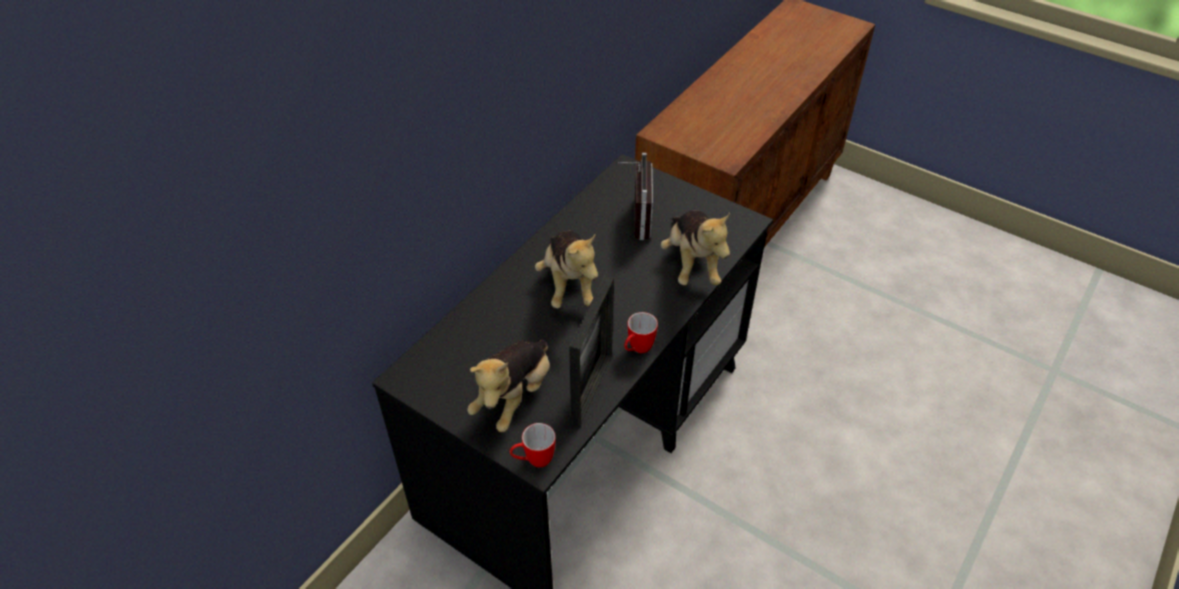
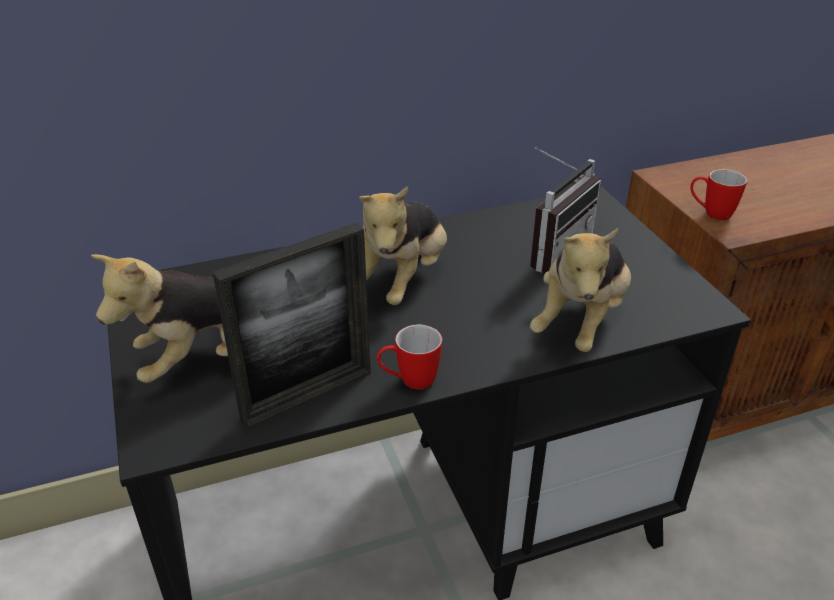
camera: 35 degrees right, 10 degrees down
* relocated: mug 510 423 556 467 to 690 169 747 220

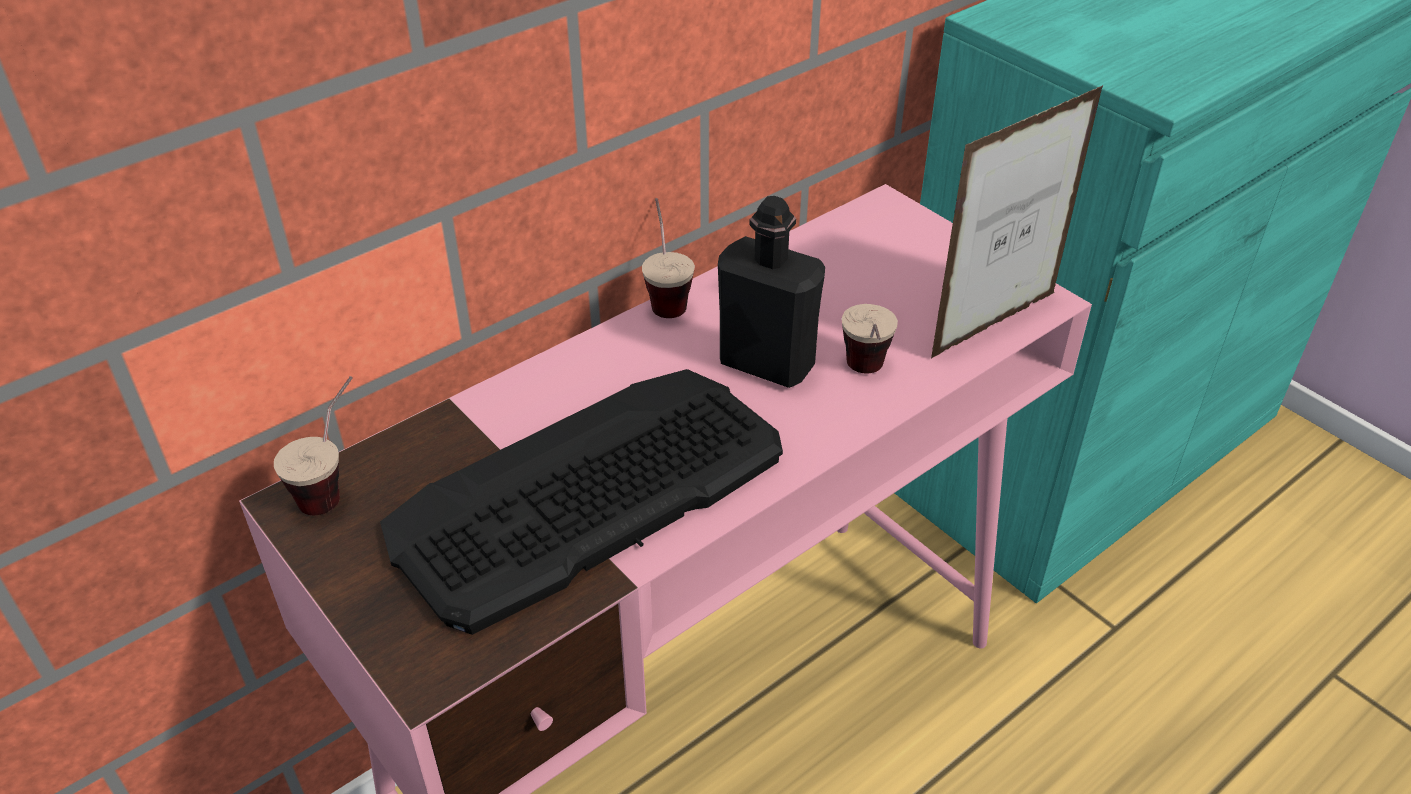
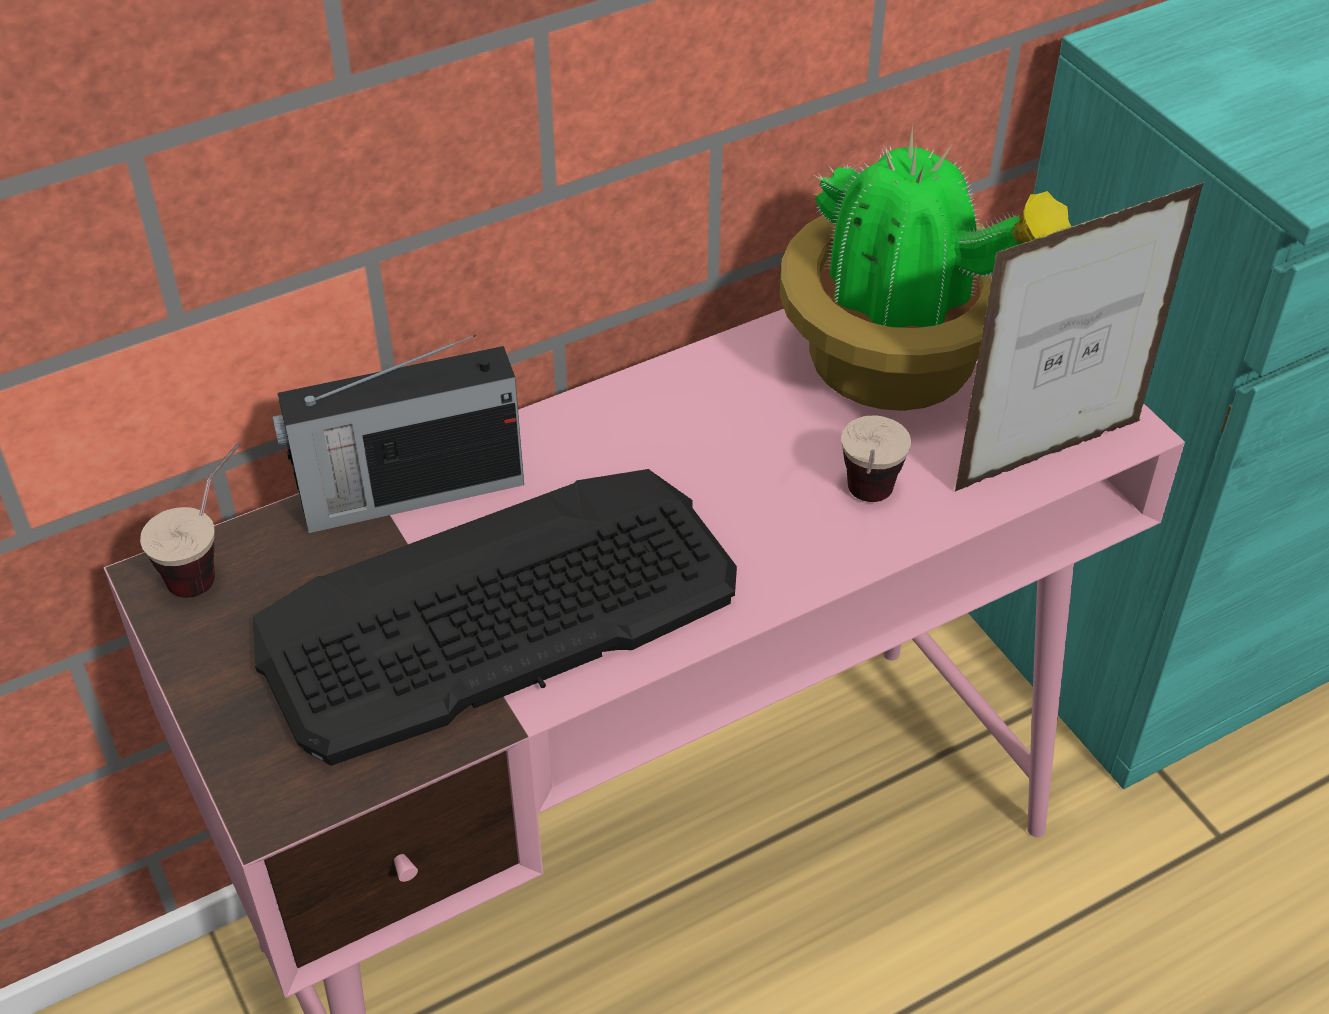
camera: 10 degrees right, 5 degrees up
* missing: small cup 642 198 695 318
* missing: black-coloured beverage bottle 718 196 825 388
* appeared: radio 272 334 524 533
* appeared: plant in a pot 780 125 1071 411

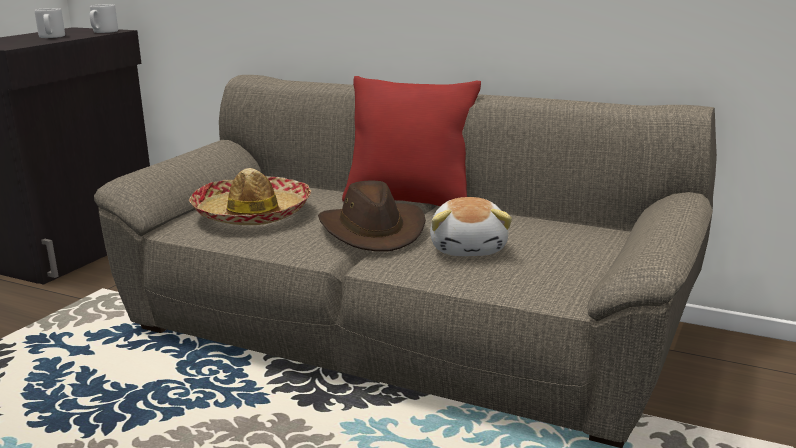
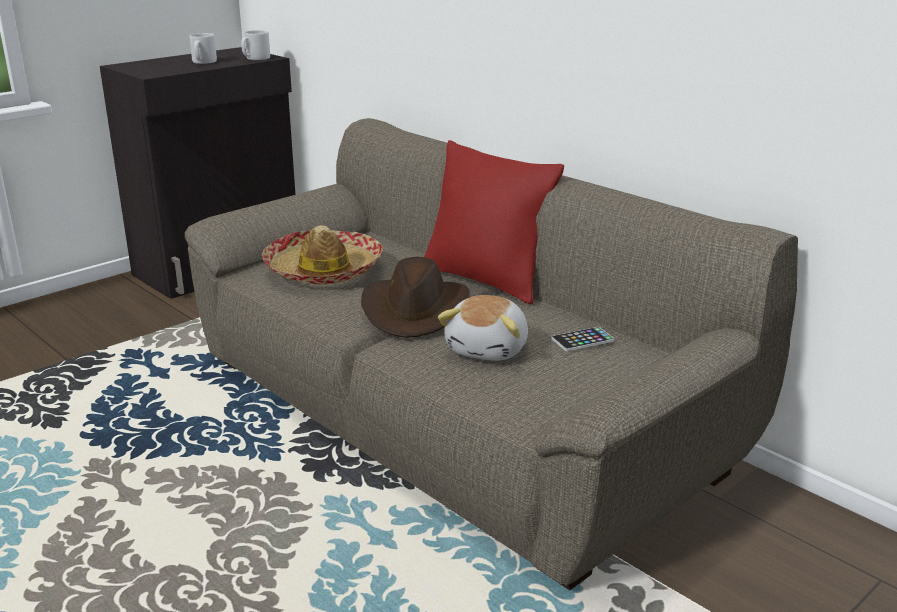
camera: 20 degrees right, 5 degrees up
* appeared: handset 551 327 614 351

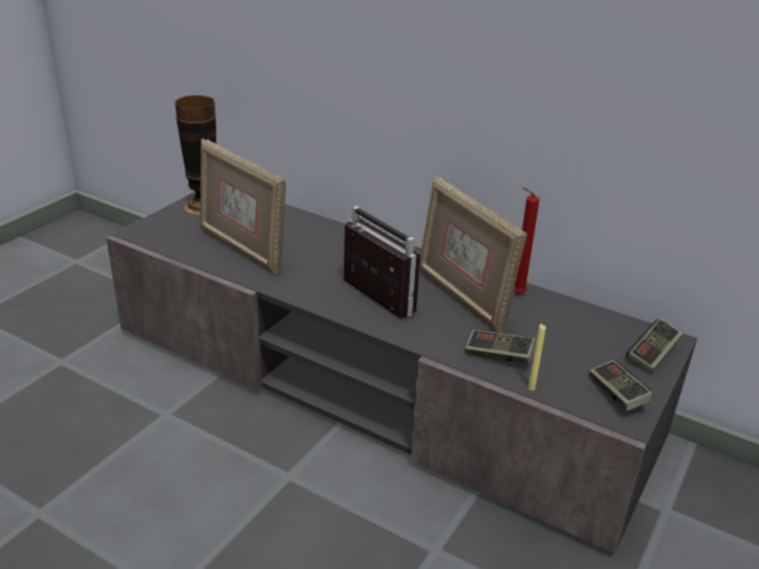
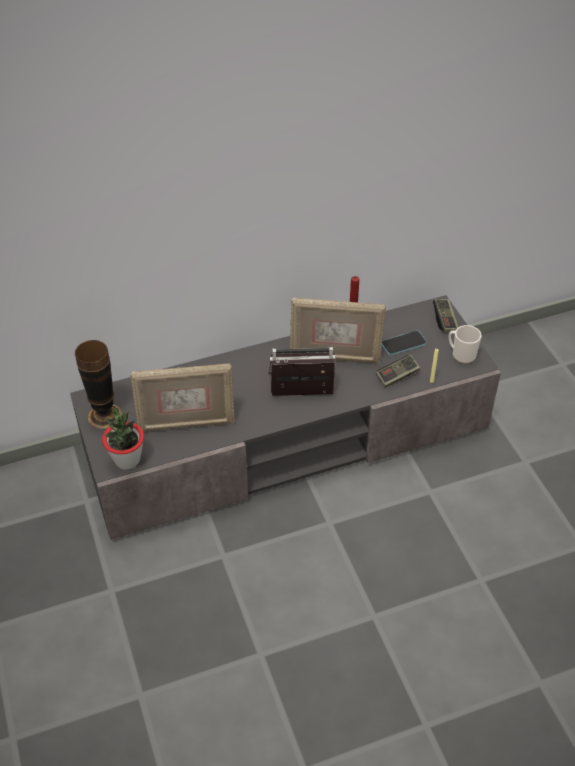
camera: 50 degrees left, 15 degrees up
* appeared: plant in a pot 102 408 144 470
* appeared: handset 382 331 427 355
* exchanged: joypad 589 360 653 411 to mug 449 325 482 364

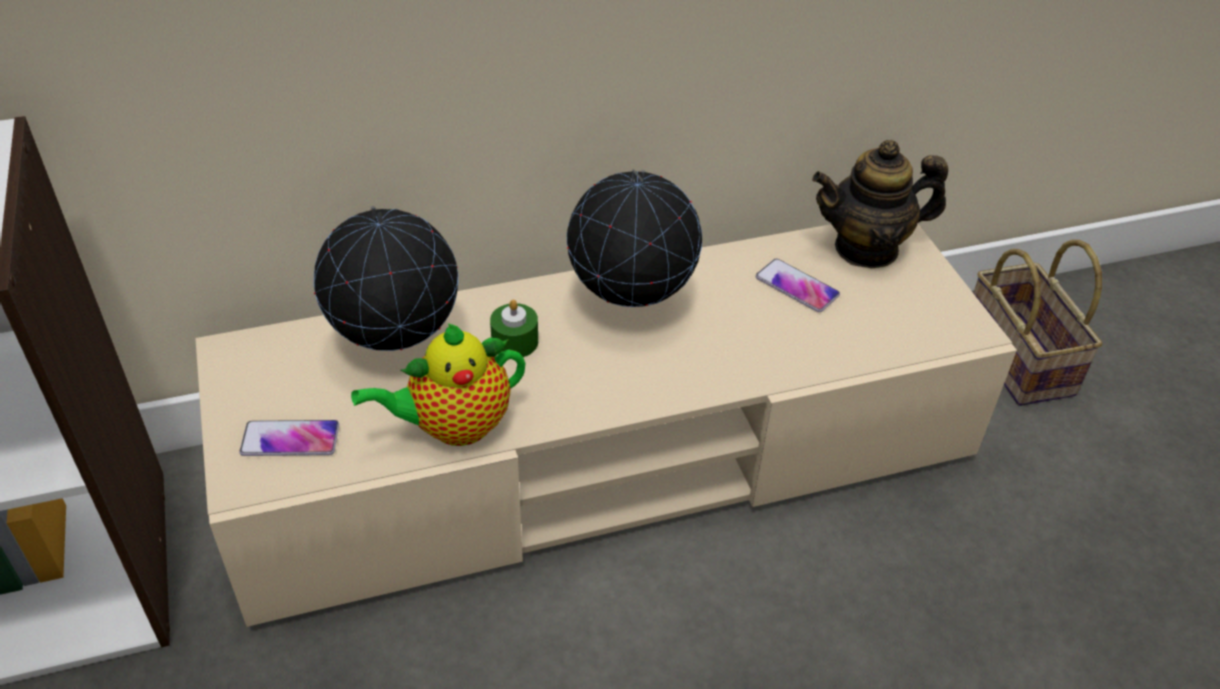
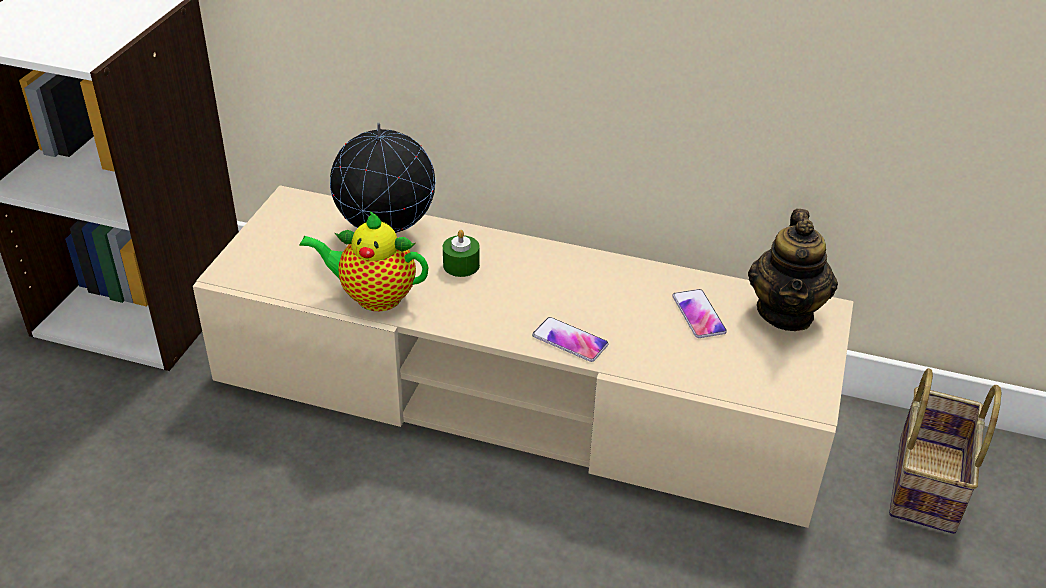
camera: 35 degrees right, 5 degrees down
* missing: desk globe 567 169 702 307
* relocated: handset 239 420 339 456 to 532 317 608 362
* spun: tea pot 812 140 948 268 = 748 209 838 331 105 degrees counterclockwise

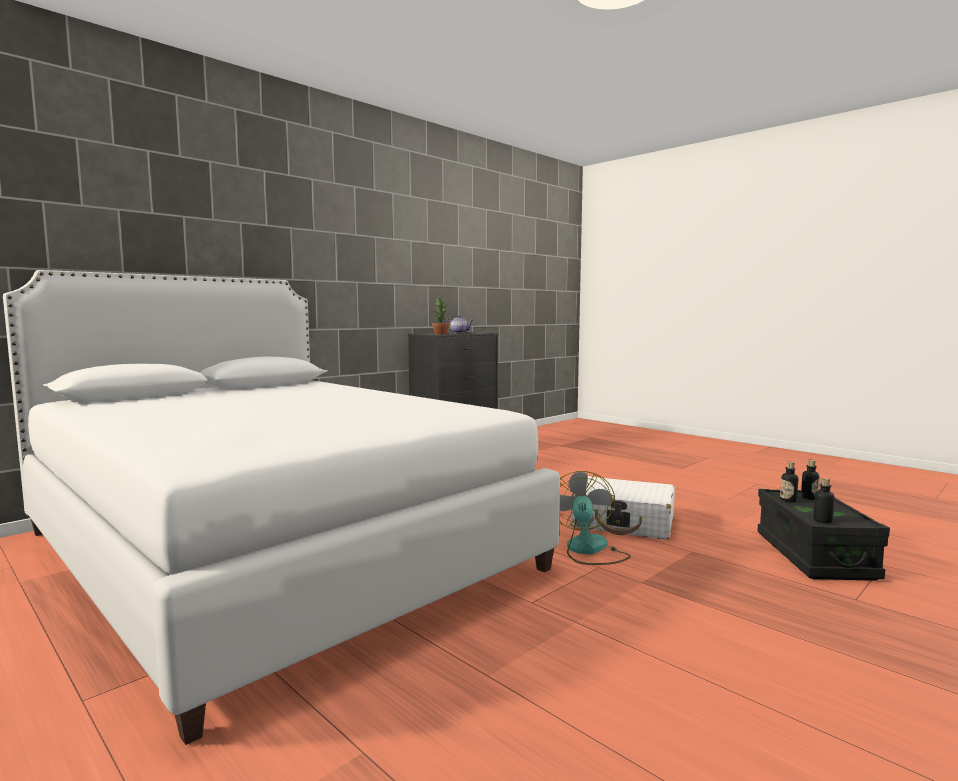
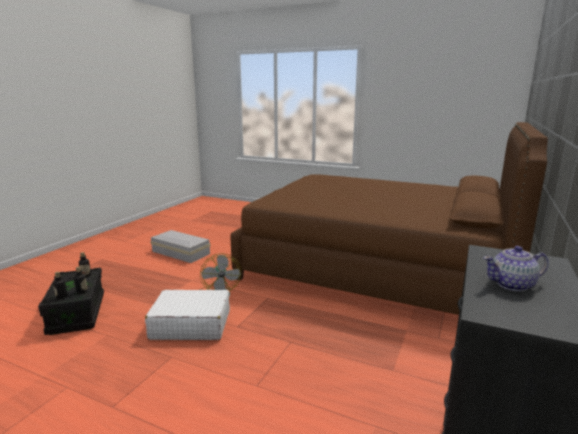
camera: 160 degrees right, 10 degrees up
* missing: plant in a pot 432 297 450 334
* appeared: white storage bin 150 230 210 263
* colour: white bed 3 270 560 745 to brownish bed 230 122 548 315

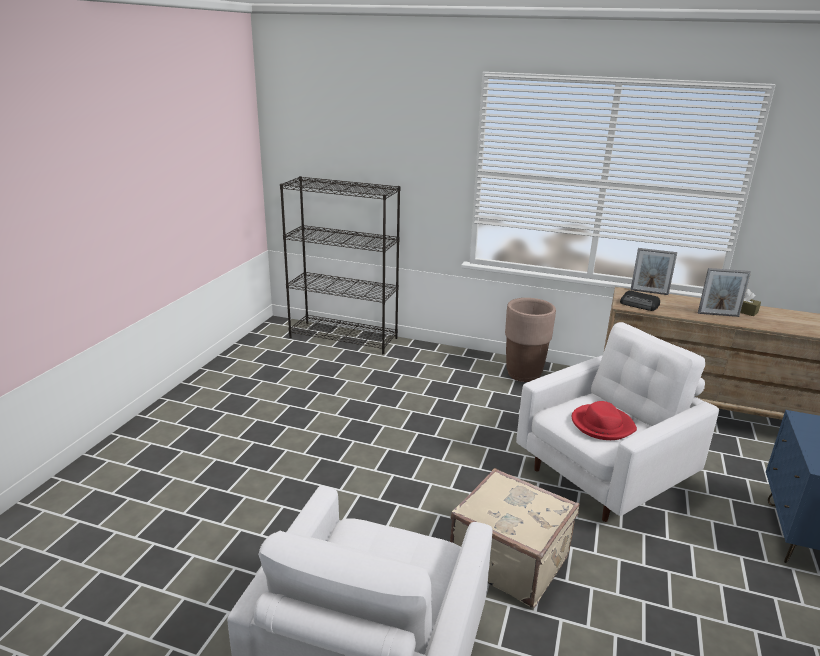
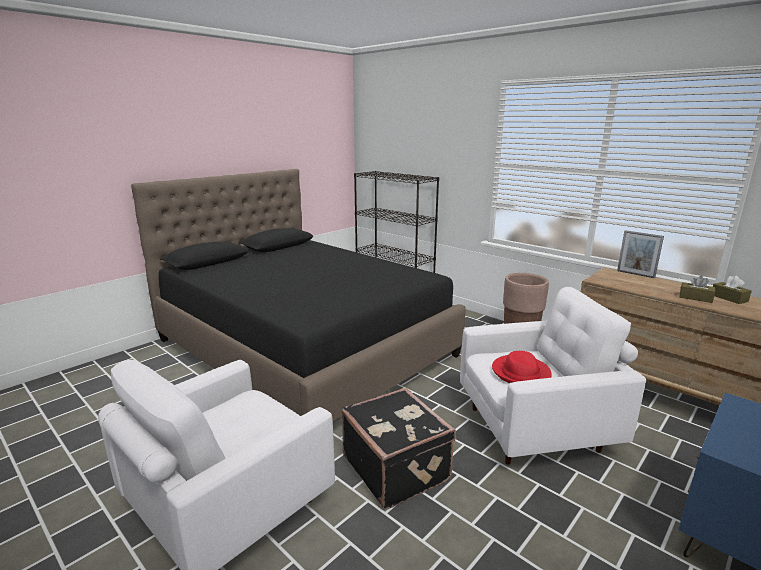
camera: 25 degrees right, 5 degrees down
* missing: radio 620 291 660 311
* appeared: black-coloured bed 131 169 466 423
* exchanged: picture frame 698 268 751 317 to brownish tissue holder 679 276 716 303
* colour: sand-coloured suitcase 450 468 579 608 to black-coloured suitcase 342 388 456 509

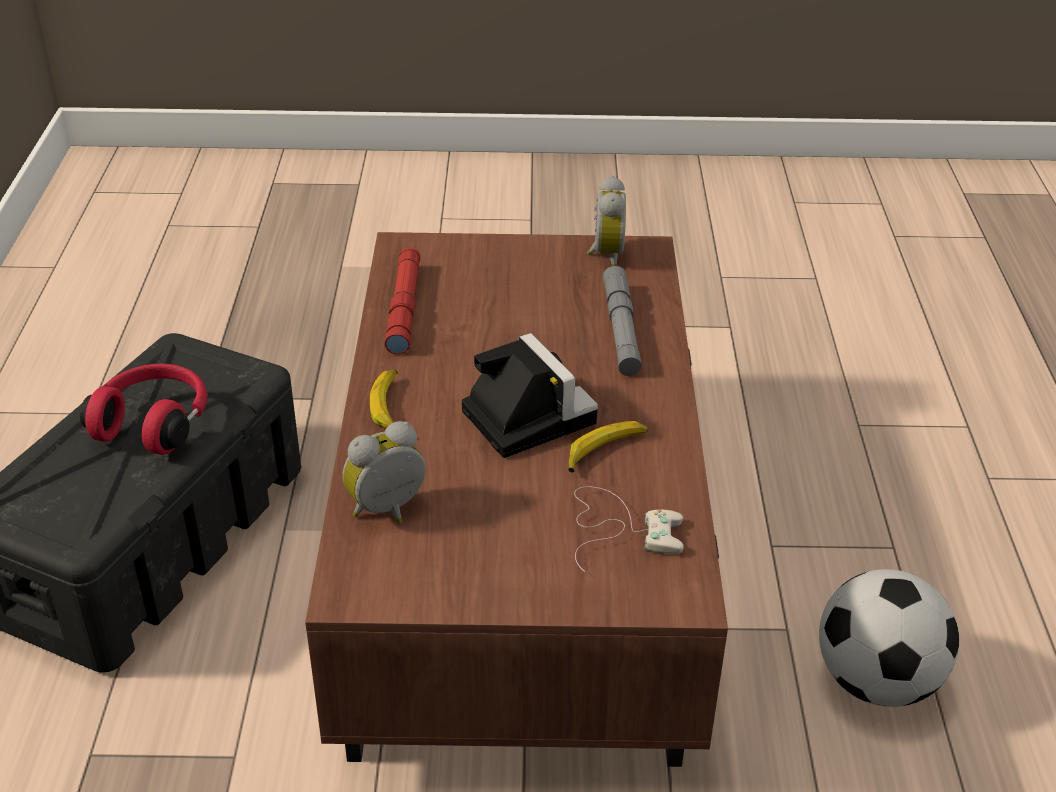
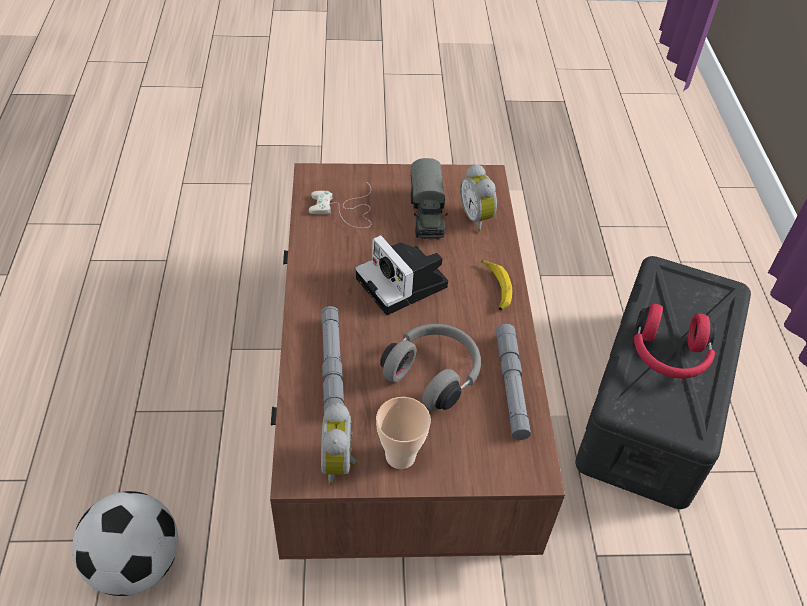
camera: 175 degrees right, 10 degrees up
* missing: banana 569 421 648 473
* appeared: small cup 376 397 431 469
* appeared: grey pair of headphones 380 324 481 411
* appeared: model truck 411 158 448 240
* relocated: football ball 819 569 959 707 to 72 491 178 596
* colour: red torch 385 248 420 354 to grey torch 496 324 531 440
* spun: table clock 343 421 426 524 = 460 164 497 232 105 degrees clockwise

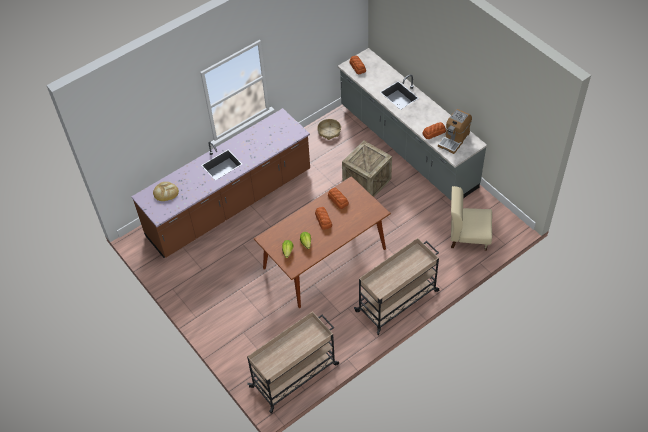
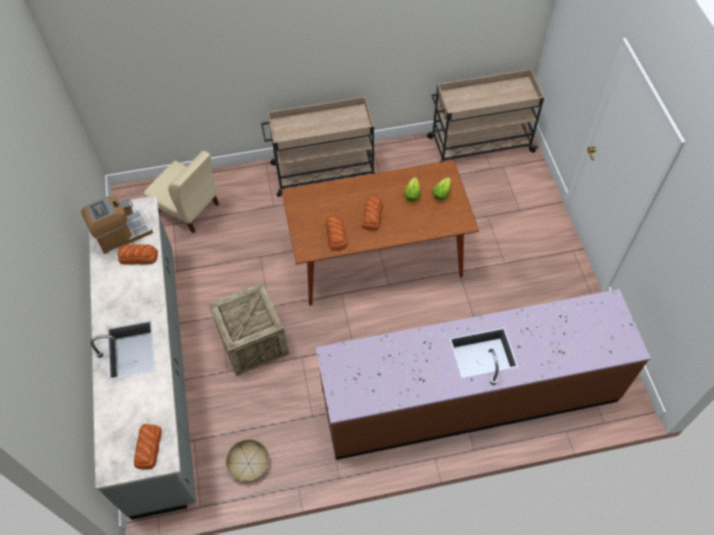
camera: 155 degrees left, 5 degrees up
* missing: baked bread 153 182 179 201

